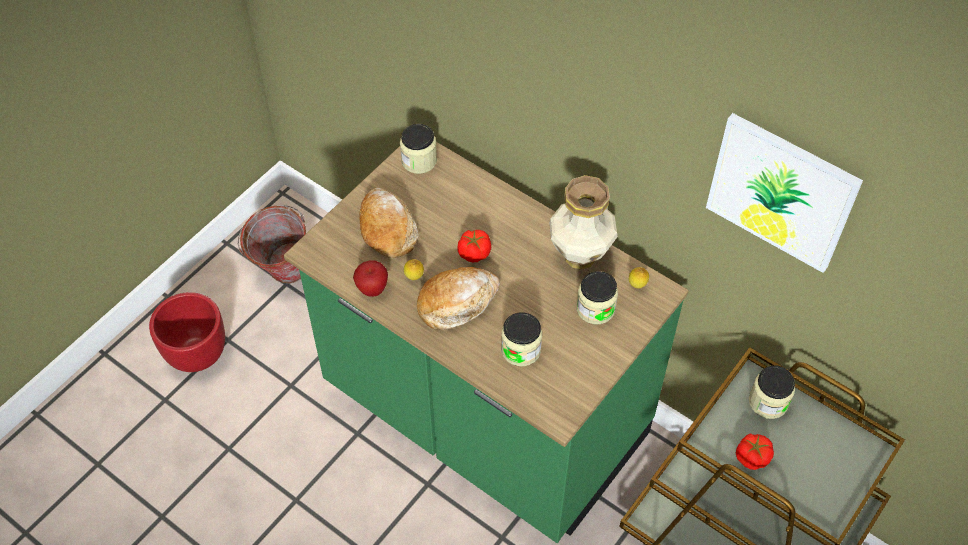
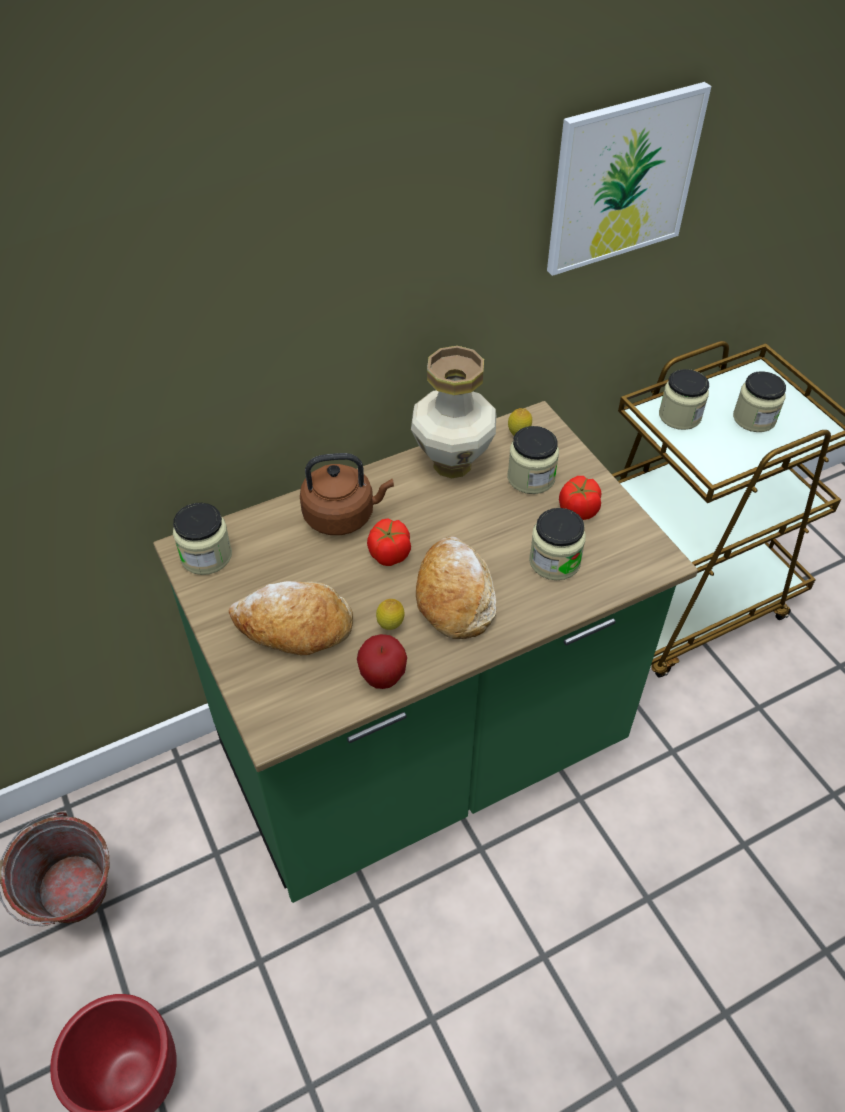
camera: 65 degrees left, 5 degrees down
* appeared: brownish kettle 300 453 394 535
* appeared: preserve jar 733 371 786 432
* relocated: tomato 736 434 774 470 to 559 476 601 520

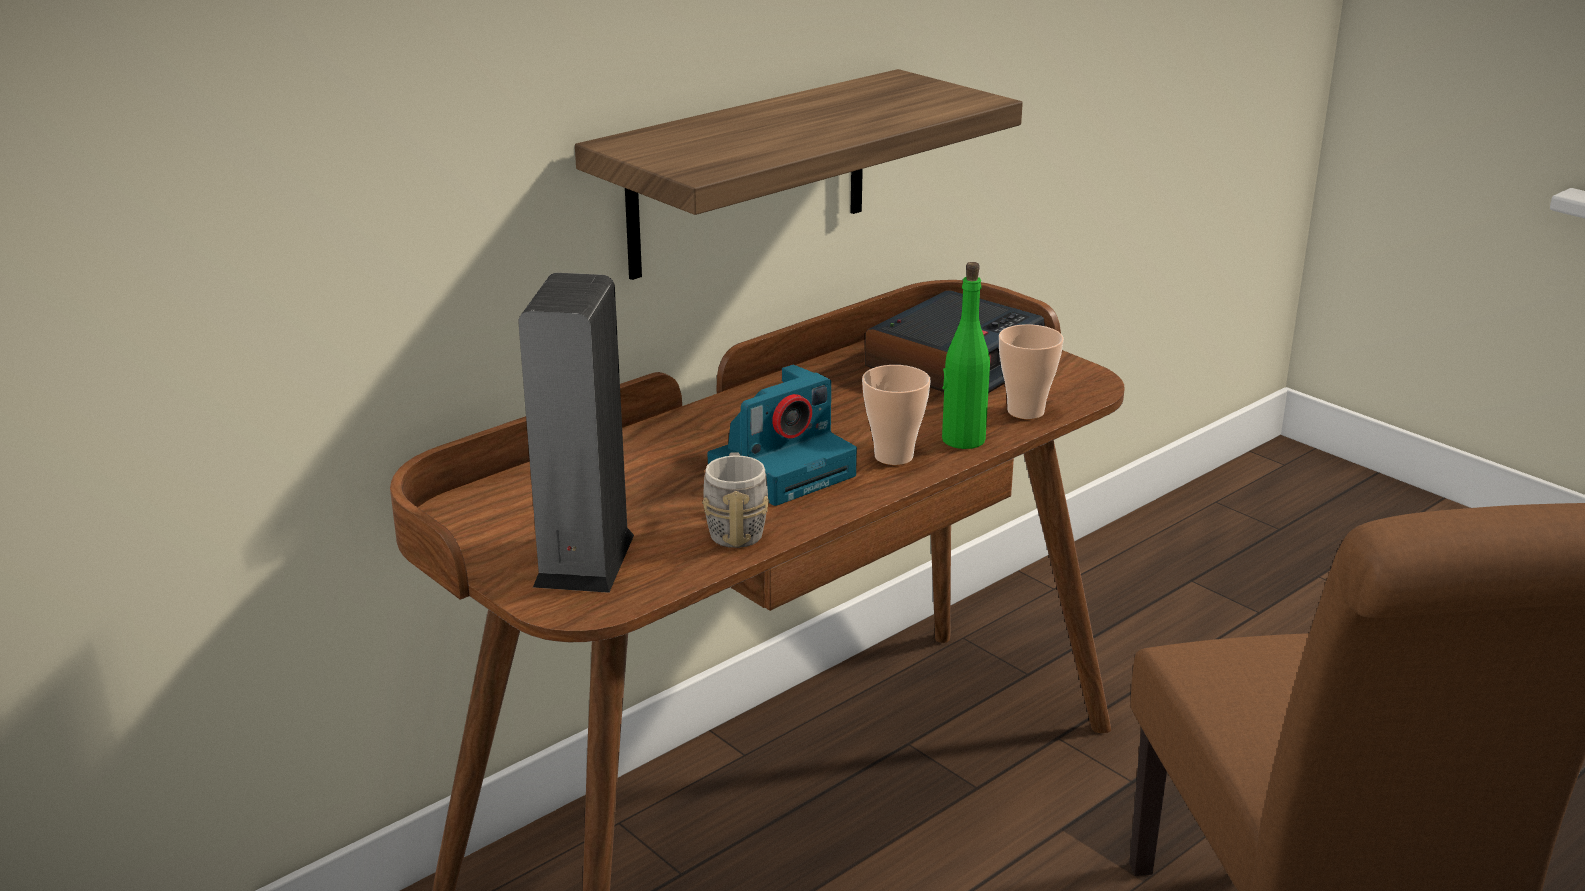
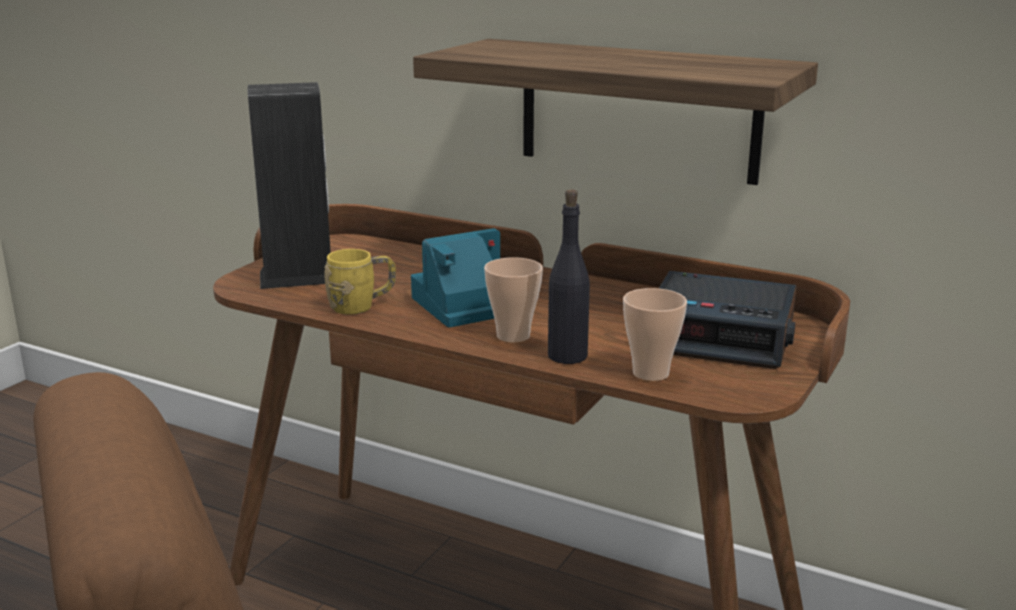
camera: 70 degrees right, 5 degrees down
* colour: grey mug 702 452 769 548 to yellow-coloured mug 325 249 396 315
* colour: green beverage bottle 942 262 990 449 to black-coloured beverage bottle 548 189 590 364
* spun: photo camera 708 365 857 506 = 411 228 500 328 120 degrees clockwise

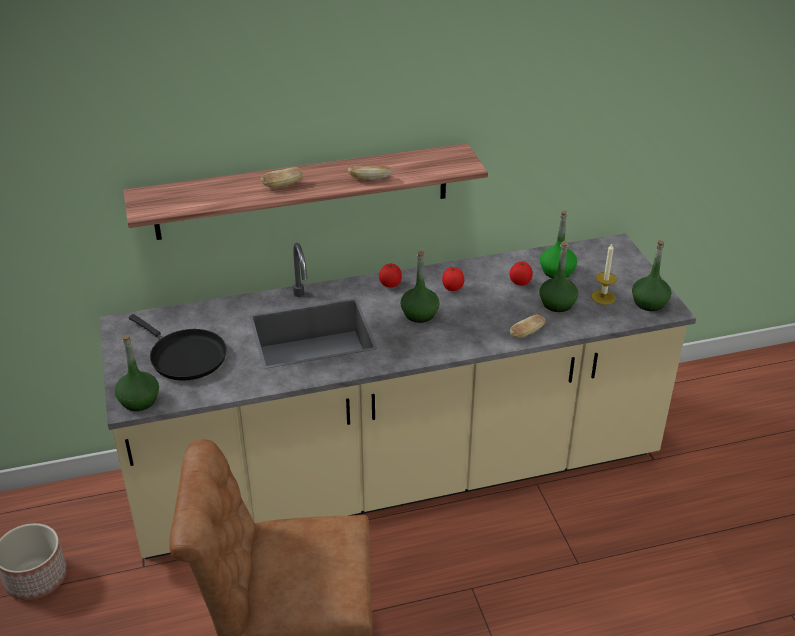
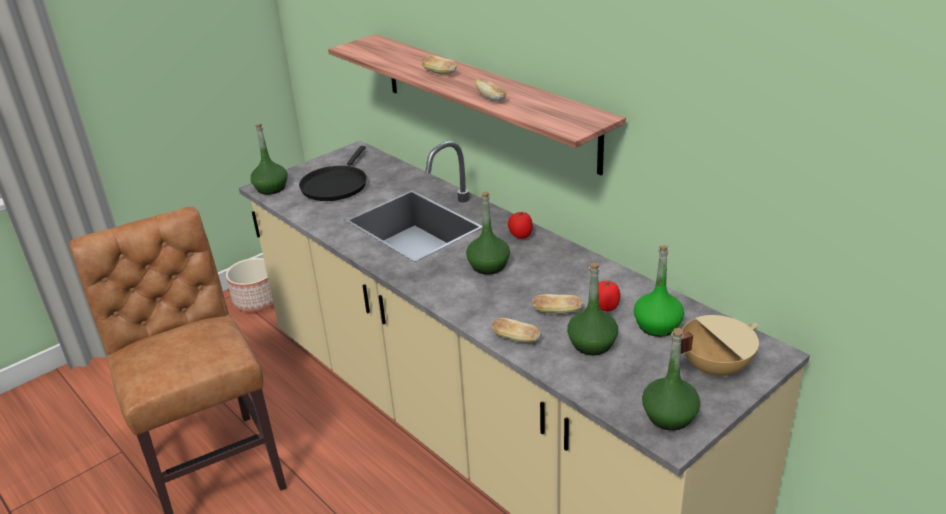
camera: 65 degrees right, 5 degrees down
* missing: tomato 442 267 464 291
* missing: wax candle 591 244 617 305
* appeared: baked bread 532 294 583 314
* appeared: sand-coloured cooking pot 672 315 759 378

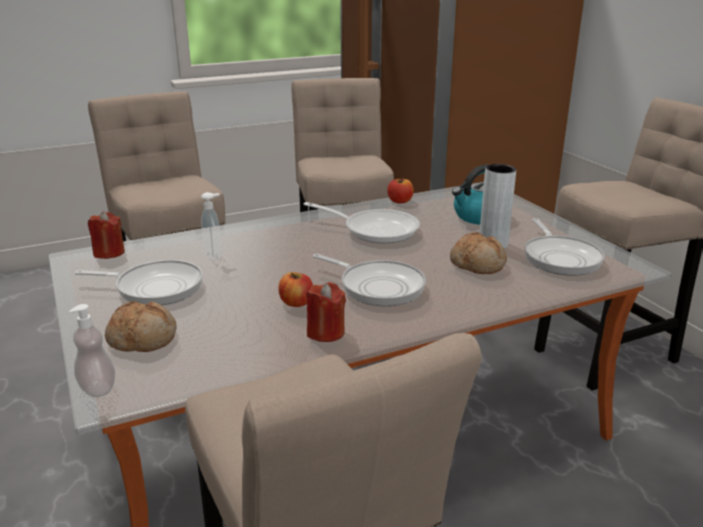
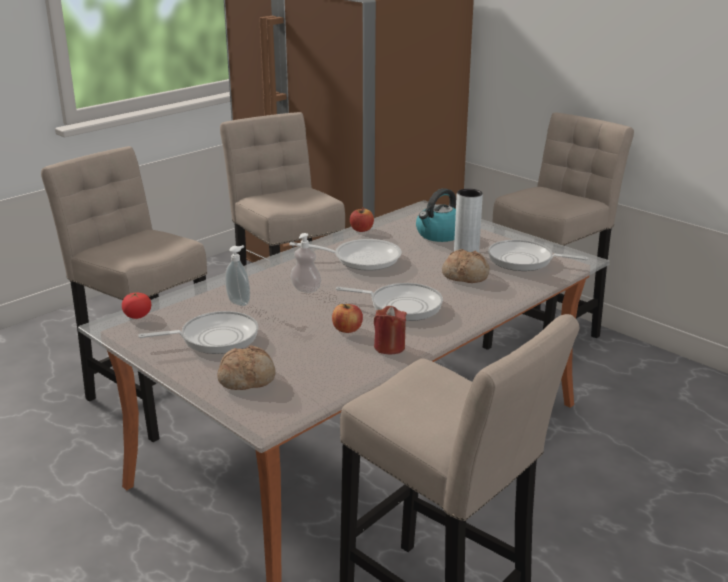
camera: 20 degrees left, 0 degrees up
* relocated: liquid soap bottle 69 304 115 397 to 291 233 321 293
* exchanged: red wax candle 88 211 125 259 to tomato 122 293 151 319
* spun: frying pan 524 218 605 276 = 488 240 589 271 135 degrees clockwise

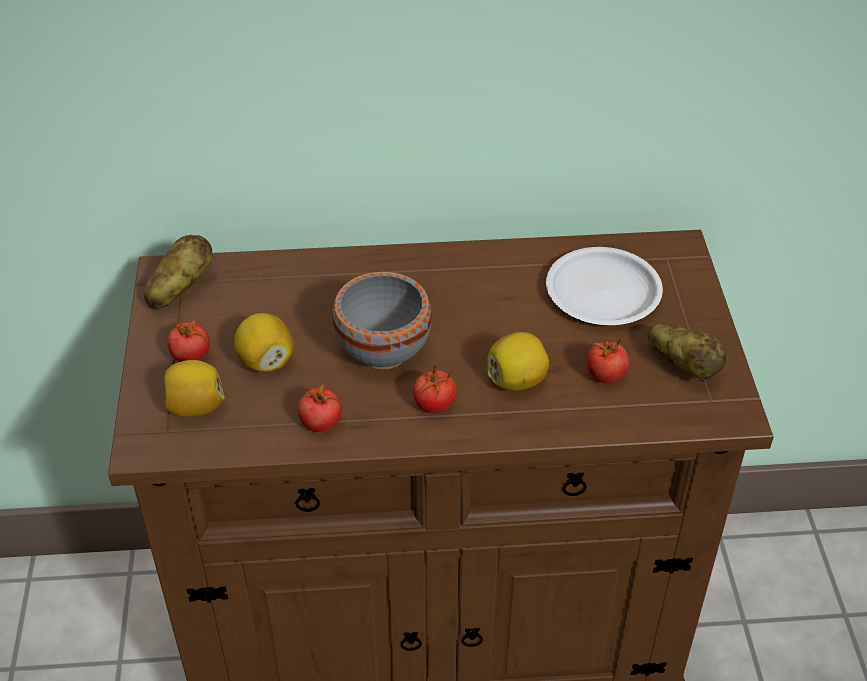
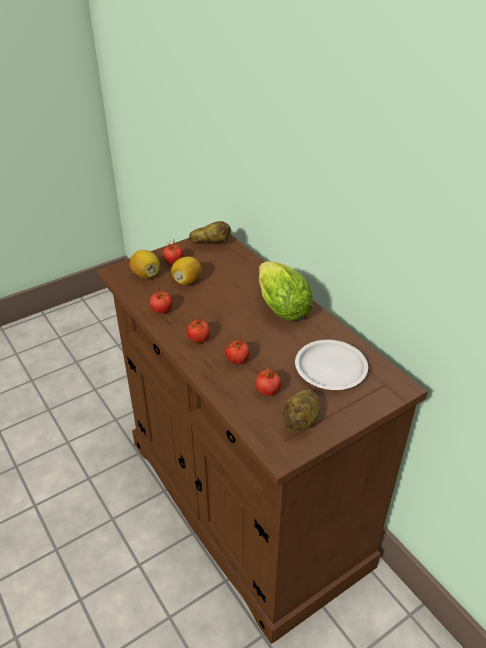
camera: 60 degrees right, 5 degrees down
* missing: grey deep dish 332 272 432 370
* appeared: lettuce head 259 261 313 321
* exchanged: whole lemon 487 332 549 391 to tomato 225 335 250 365

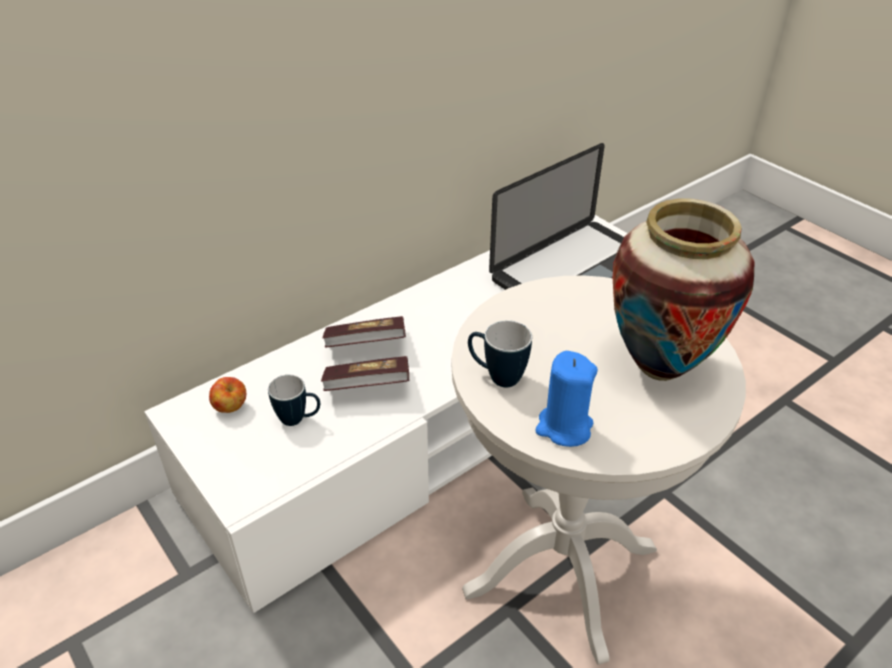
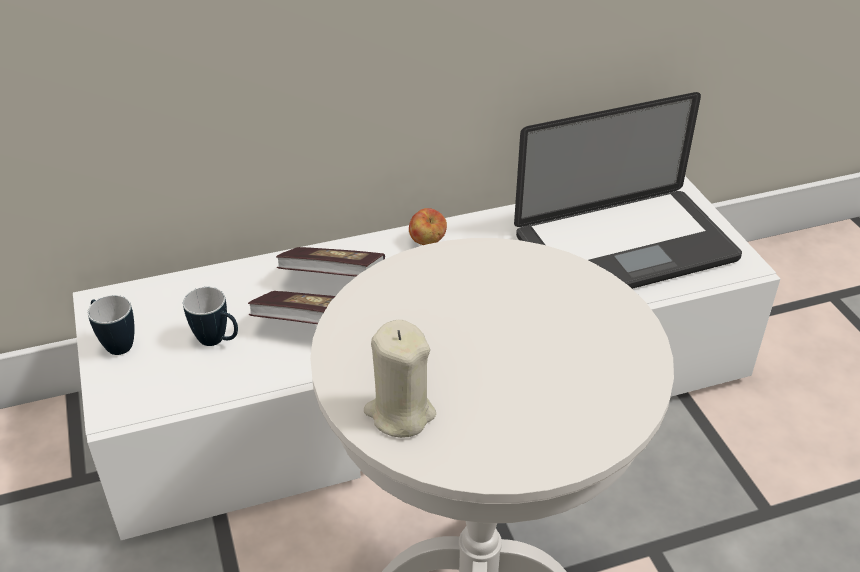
camera: 20 degrees right, 0 degrees up
* missing: decorative vase 613 198 754 381
* relocated: whole apple 209 377 246 413 to 409 208 447 245
* relocated: mug 468 320 532 387 to 88 295 135 355
* colour: bluish wax candle 535 351 598 447 to sand-coloured wax candle 364 320 436 438

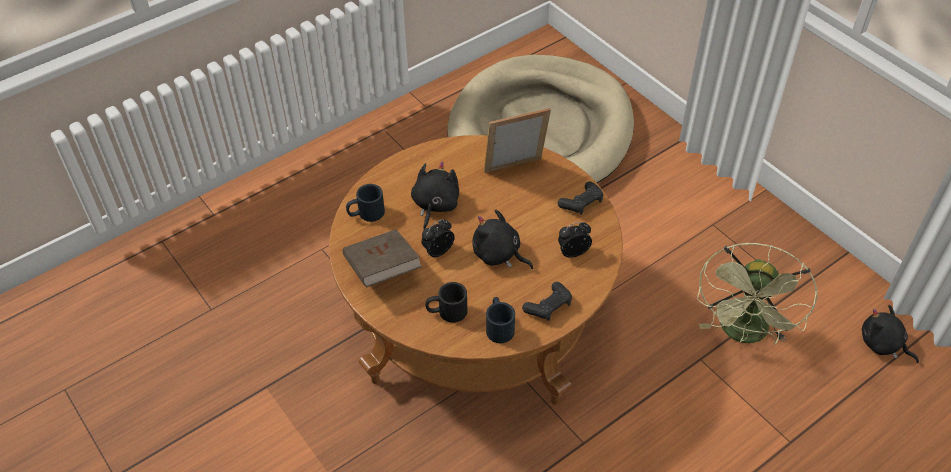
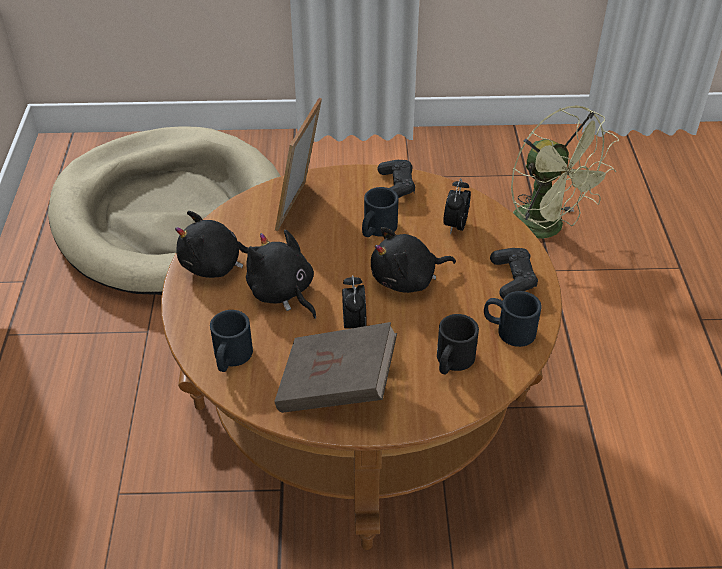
camera: 55 degrees left, 5 degrees down
* appeared: black-coloured mug 362 187 399 237
* relocated: black-coloured plush toy 862 305 919 363 to 175 211 259 278

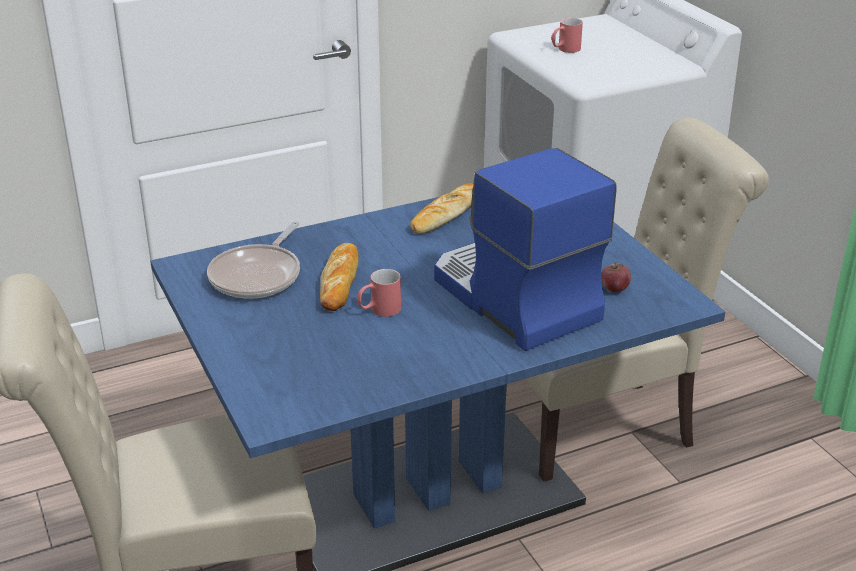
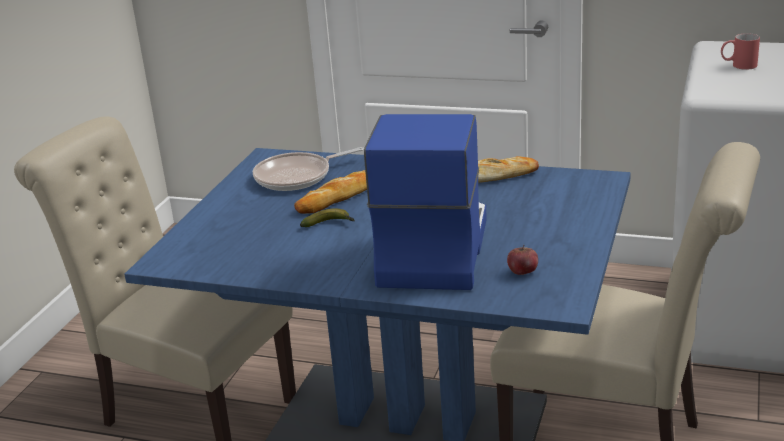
camera: 45 degrees right, 5 degrees down
* exchanged: red mug 357 269 401 317 to banana 300 208 355 227

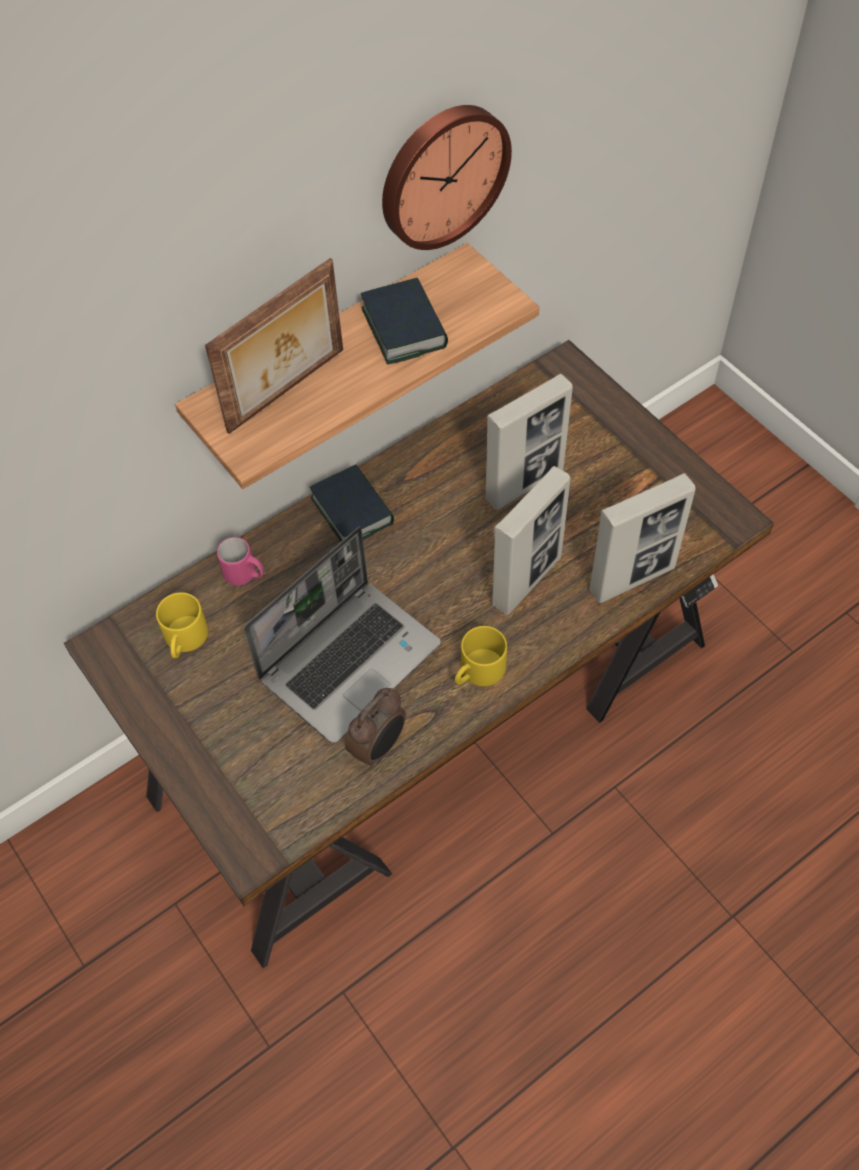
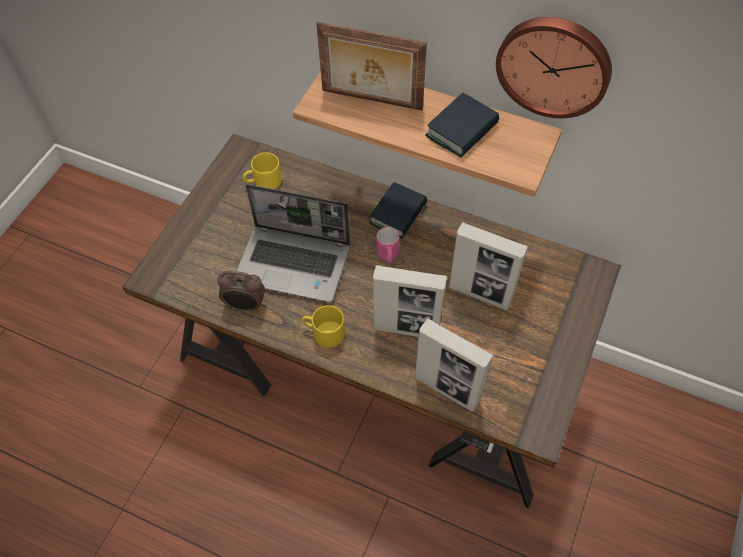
camera: 60 degrees right, 0 degrees up
* relocated: pink-coloured mug 217 537 264 586 to 376 227 399 264

